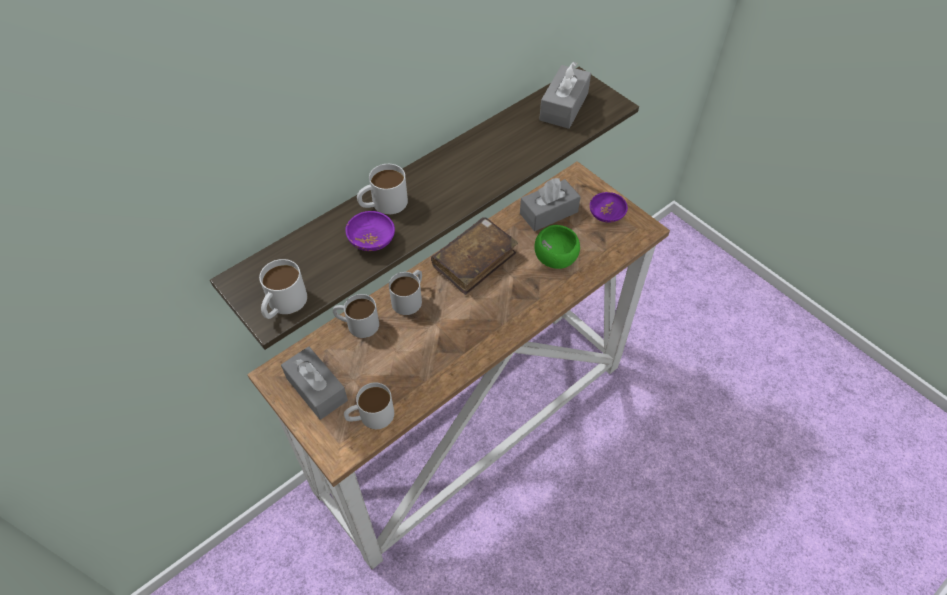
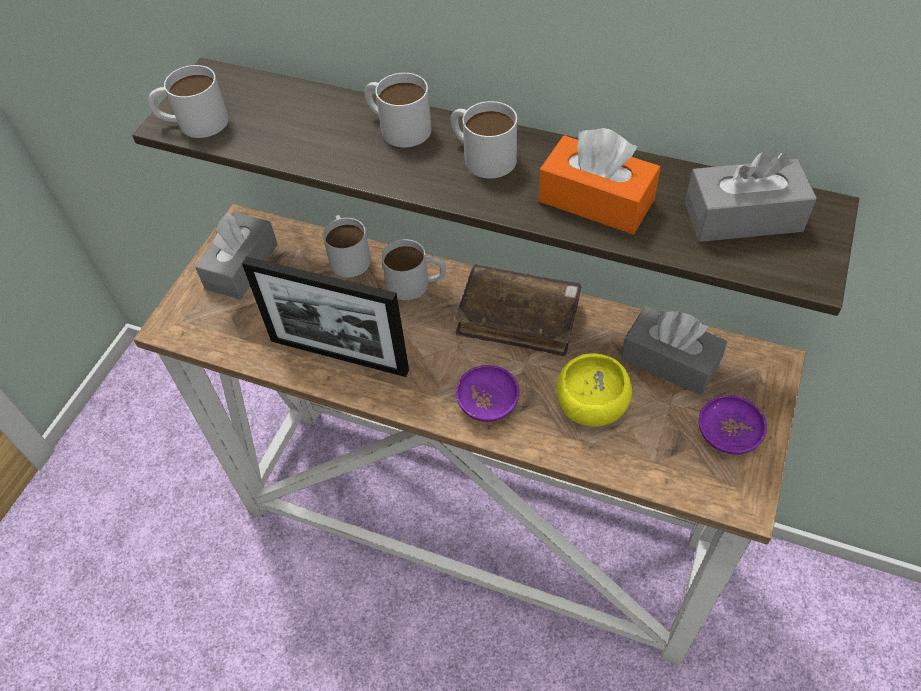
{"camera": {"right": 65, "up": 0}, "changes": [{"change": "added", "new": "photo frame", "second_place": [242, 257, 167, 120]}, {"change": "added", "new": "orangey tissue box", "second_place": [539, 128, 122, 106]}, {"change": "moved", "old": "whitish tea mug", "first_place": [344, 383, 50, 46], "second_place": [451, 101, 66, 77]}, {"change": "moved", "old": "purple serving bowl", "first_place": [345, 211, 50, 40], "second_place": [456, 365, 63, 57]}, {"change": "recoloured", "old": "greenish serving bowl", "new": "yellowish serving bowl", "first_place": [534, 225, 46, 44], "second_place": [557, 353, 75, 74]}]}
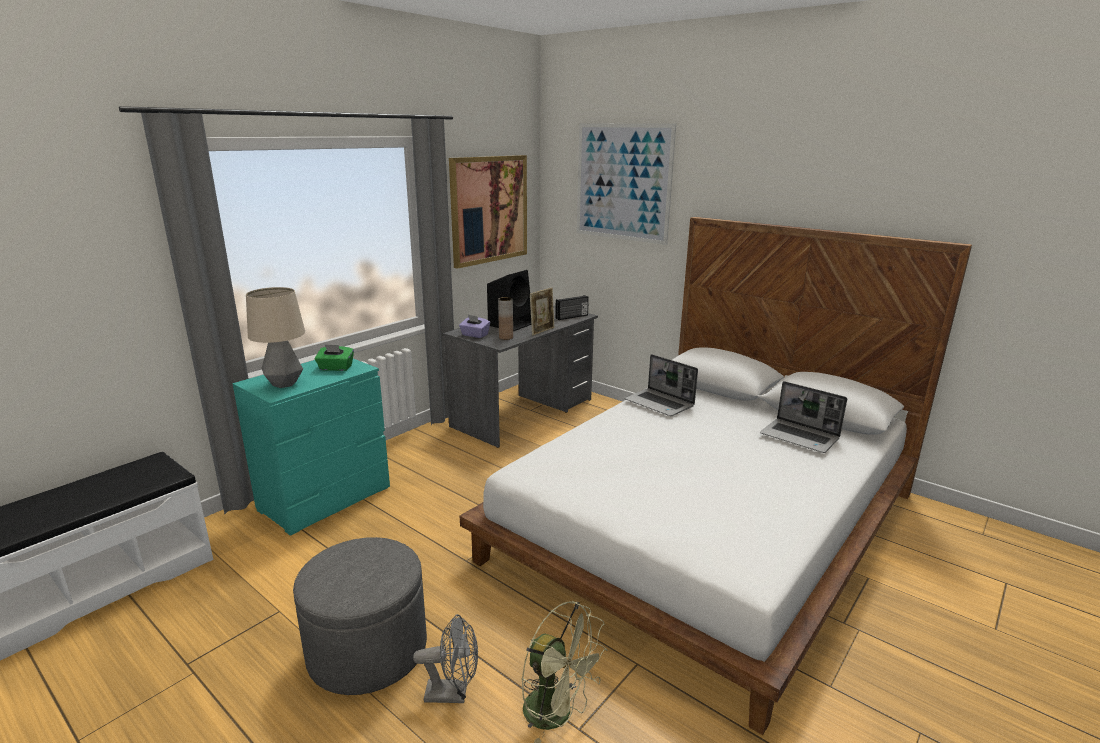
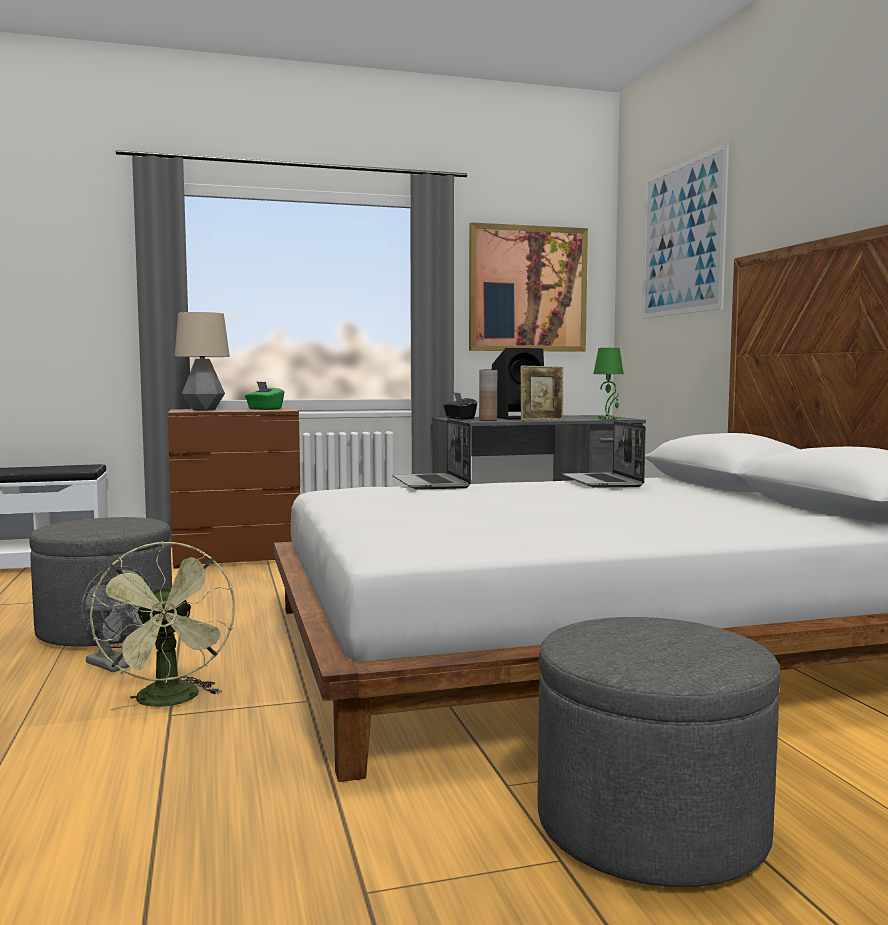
{"camera": {"right": 35, "up": -15}, "changes": [{"change": "added", "new": "gray pouffe", "second_place": [538, 617, 242, 270]}, {"change": "moved", "old": "notebook computer", "first_place": [760, 381, 87, 72], "second_place": [392, 419, 79, 71]}, {"change": "replaced", "old": "radio set", "new": "greenish table lamp", "first_place": [555, 295, 34, 25], "second_place": [593, 348, 31, 71]}, {"change": "recoloured", "old": "turquoise chest of drawers", "new": "brownish chest of drawers", "first_place": [232, 359, 158, 177], "second_place": [167, 408, 133, 161]}, {"change": "recoloured", "old": "purple tissue box", "new": "blackish tissue box", "first_place": [459, 315, 31, 23], "second_place": [443, 393, 34, 26]}]}
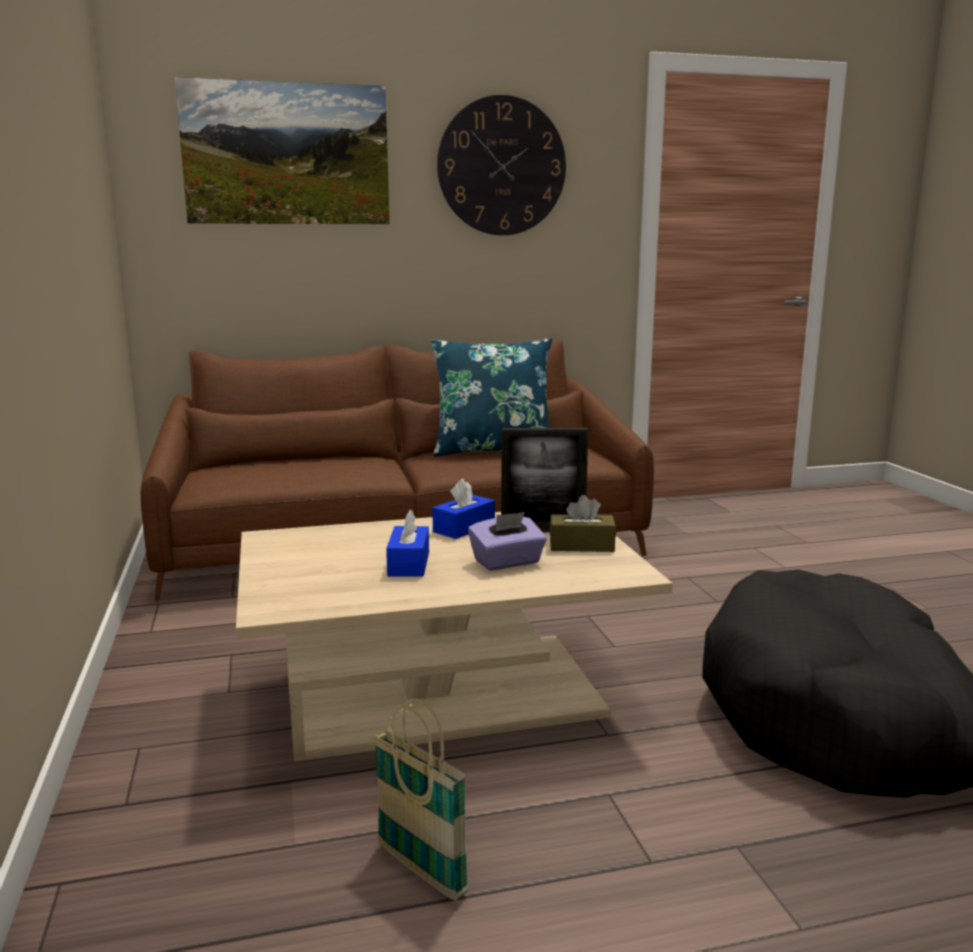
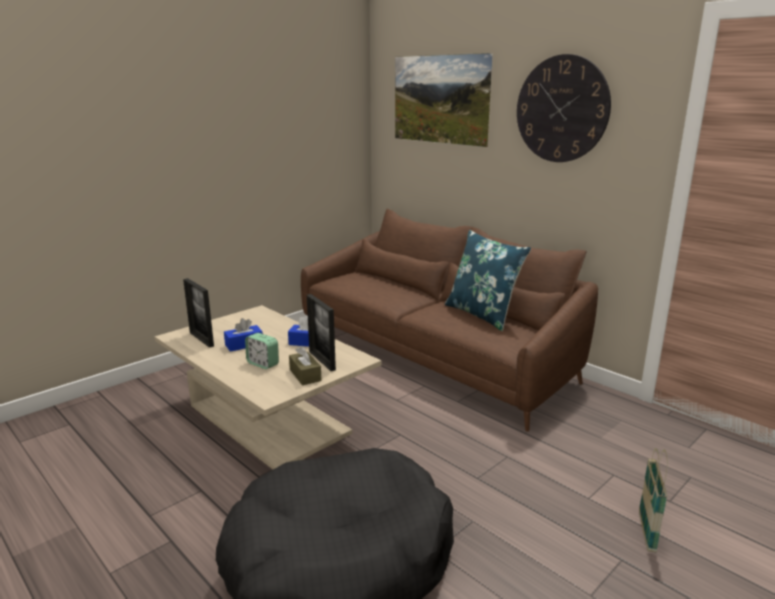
{"camera": {"right": 60, "up": 5}, "changes": [{"change": "added", "new": "photo frame", "second_place": [183, 278, 31, 70]}, {"change": "moved", "old": "storage basket", "first_place": [373, 698, 96, 202], "second_place": [639, 448, 29, 104]}, {"change": "replaced", "old": "purple tissue box", "new": "table clock", "first_place": [468, 512, 79, 59], "second_place": [245, 333, 34, 36]}]}
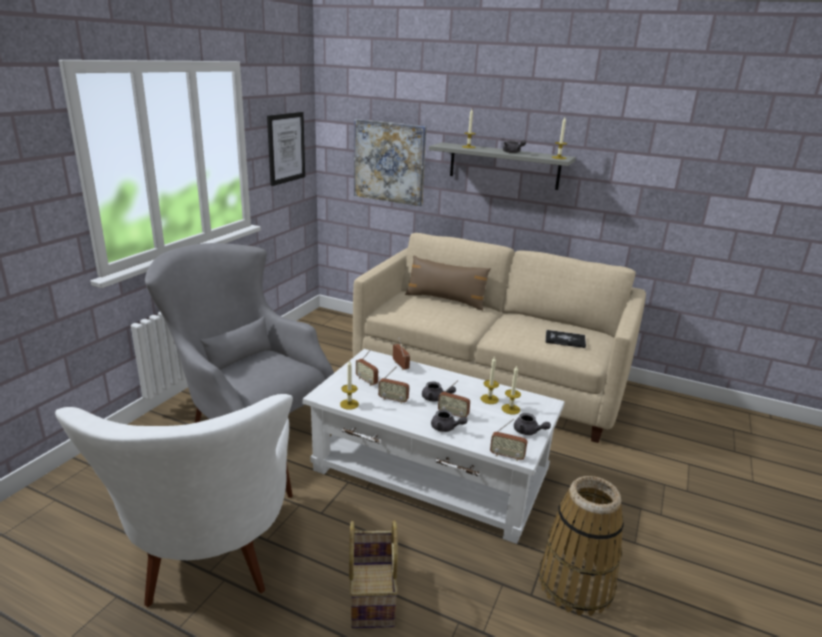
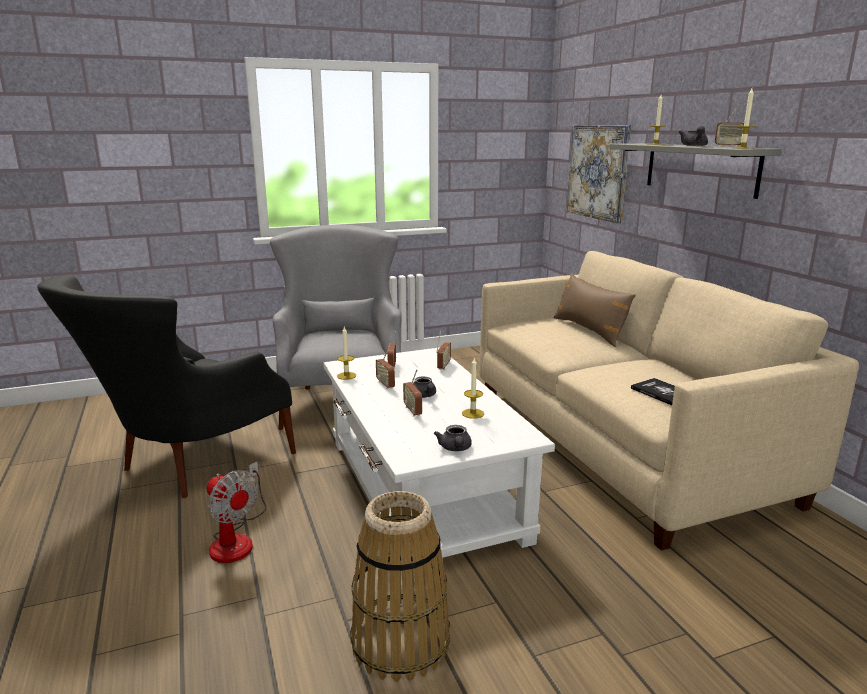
{"camera": {"right": 45, "up": -5}, "changes": [{"change": "removed", "old": "picture", "first_place": [267, 112, 38, 74]}, {"change": "removed", "old": "gray pot for tea", "first_place": [431, 410, 36, 22]}, {"change": "removed", "old": "wax candle", "first_place": [501, 366, 20, 48]}, {"change": "moved", "old": "radio set", "first_place": [490, 419, 38, 42], "second_place": [715, 104, 29, 43]}, {"change": "replaced", "old": "storage basket", "new": "cooling fan", "first_place": [349, 520, 49, 109], "second_place": [207, 462, 59, 101]}, {"change": "recoloured", "old": "whitish easy chair", "new": "blackish easy chair", "first_place": [55, 394, 238, 213], "second_place": [37, 275, 259, 223]}]}
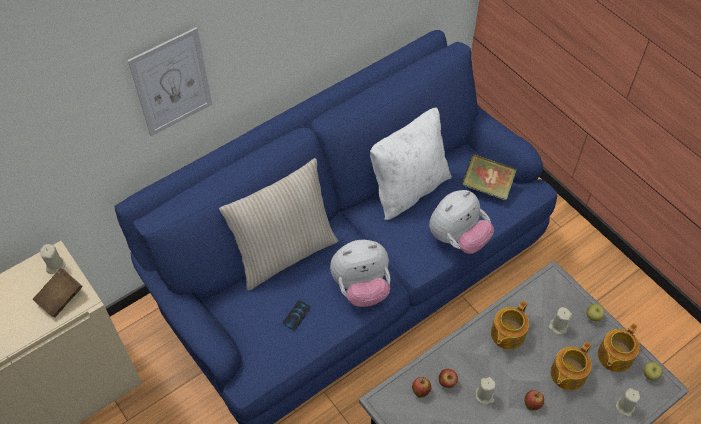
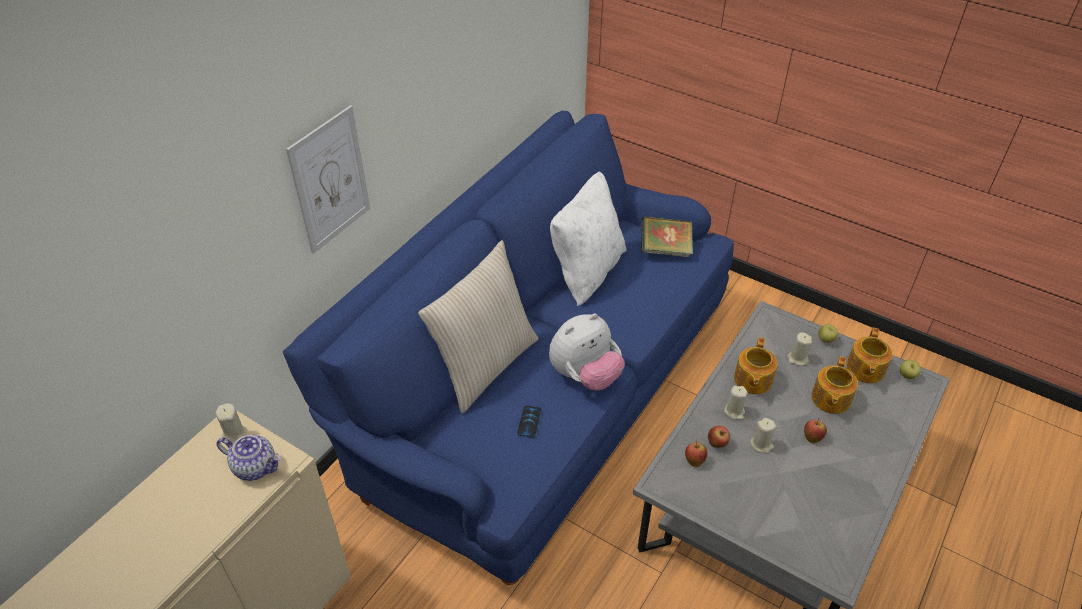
{"camera": {"right": -20, "up": -10}, "changes": [{"change": "removed", "old": "cuddly toy", "first_place": [429, 190, 65, 64]}, {"change": "moved", "old": "beige-coloured wax candle", "first_place": [616, 388, 24, 29], "second_place": [724, 386, 23, 34]}, {"change": "replaced", "old": "brownish book", "new": "pot for tea", "first_place": [33, 268, 49, 49], "second_place": [217, 435, 64, 46]}]}
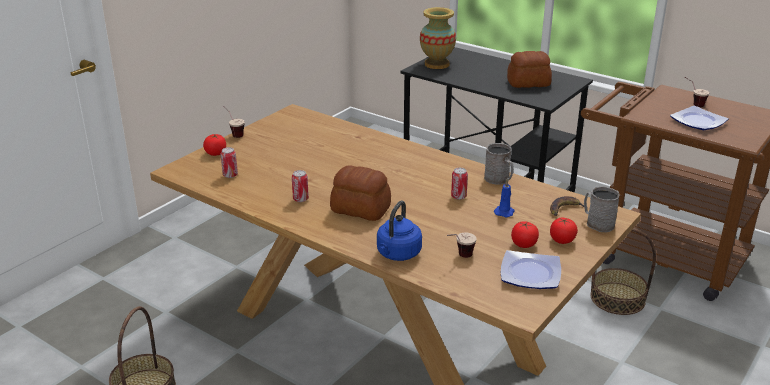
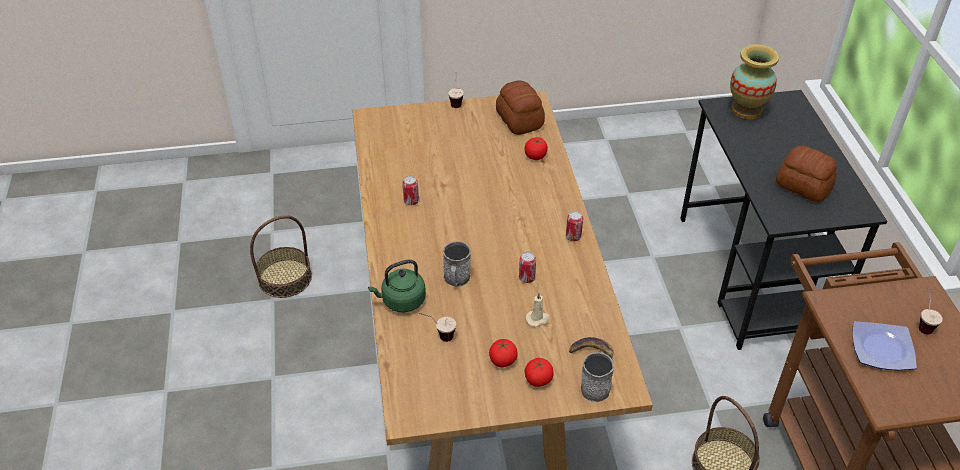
{"camera": {"right": 45, "up": 15}, "changes": [{"change": "removed", "old": "dinner plate", "first_place": [501, 250, 60, 39]}, {"change": "moved", "old": "tomato", "first_place": [203, 134, 23, 22], "second_place": [524, 137, 24, 23]}, {"change": "moved", "old": "sealed can", "first_place": [221, 147, 17, 31], "second_place": [566, 211, 17, 30]}, {"change": "moved", "old": "bread", "first_place": [330, 165, 61, 56], "second_place": [496, 80, 49, 55]}, {"change": "moved", "old": "gray tea mug", "first_place": [484, 143, 30, 42], "second_place": [443, 241, 28, 46]}, {"change": "recoloured", "old": "blue-coloured kettle", "new": "greenish kettle", "first_place": [377, 200, 45, 61], "second_place": [368, 259, 58, 54]}, {"change": "recoloured", "old": "blue-coloured wax candle", "new": "beige-coloured wax candle", "first_place": [494, 179, 20, 38], "second_place": [526, 293, 24, 34]}]}
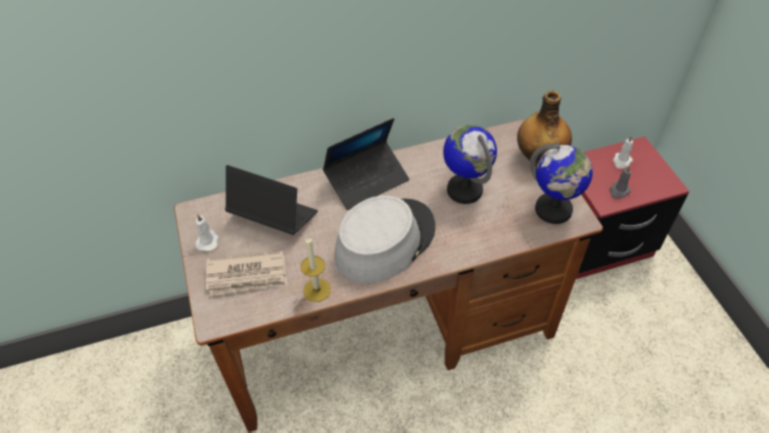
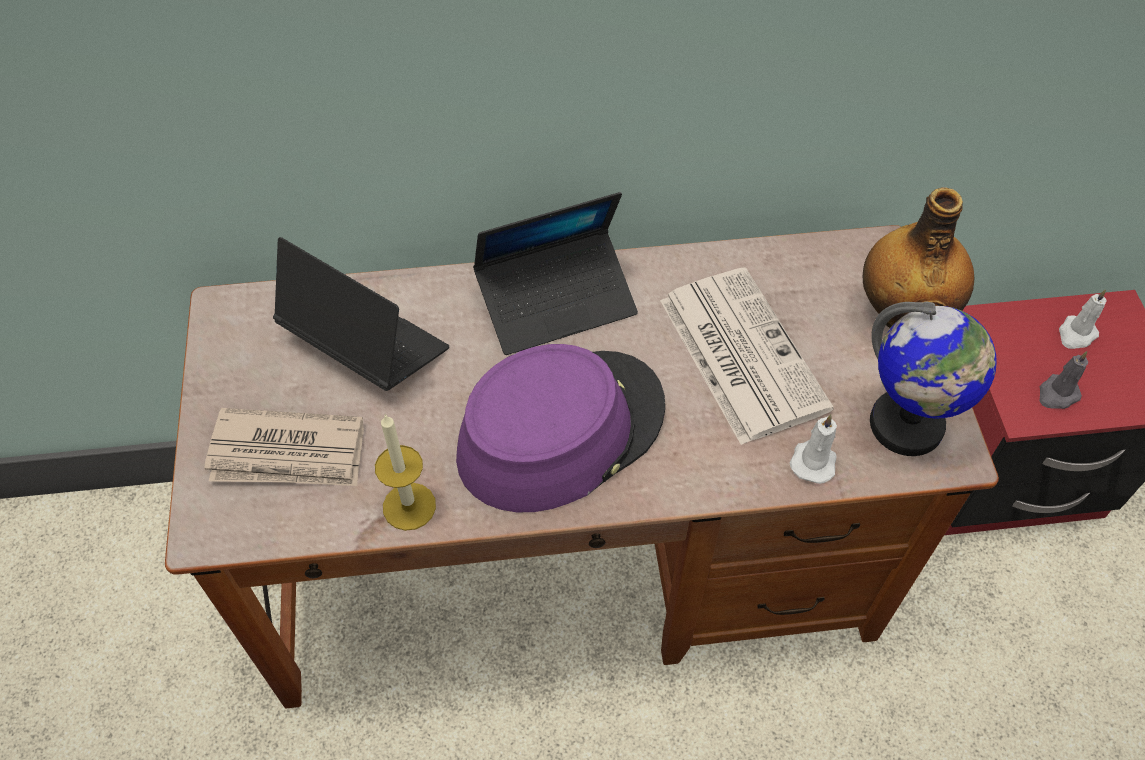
{"camera": {"right": 10, "up": 5}, "changes": [{"change": "moved", "old": "whitish wax candle", "first_place": [195, 214, 24, 37], "second_place": [790, 414, 47, 70]}, {"change": "replaced", "old": "desk globe", "new": "daily paper", "first_place": [443, 125, 54, 79], "second_place": [660, 267, 174, 178]}, {"change": "recoloured", "old": "gray clothing hat", "new": "purple clothing hat", "first_place": [334, 195, 101, 89], "second_place": [456, 344, 209, 168]}]}
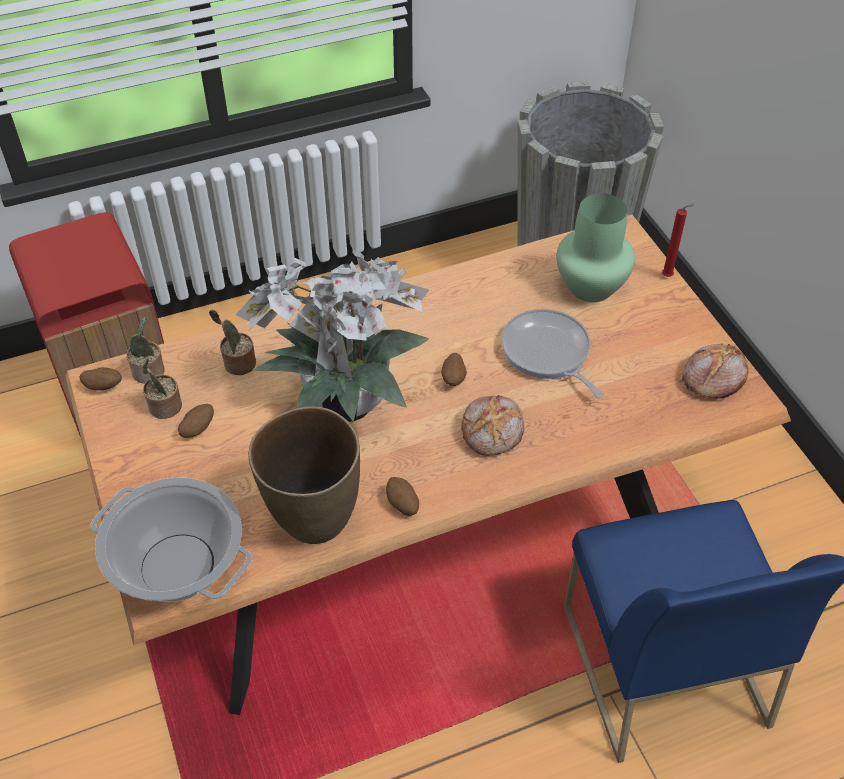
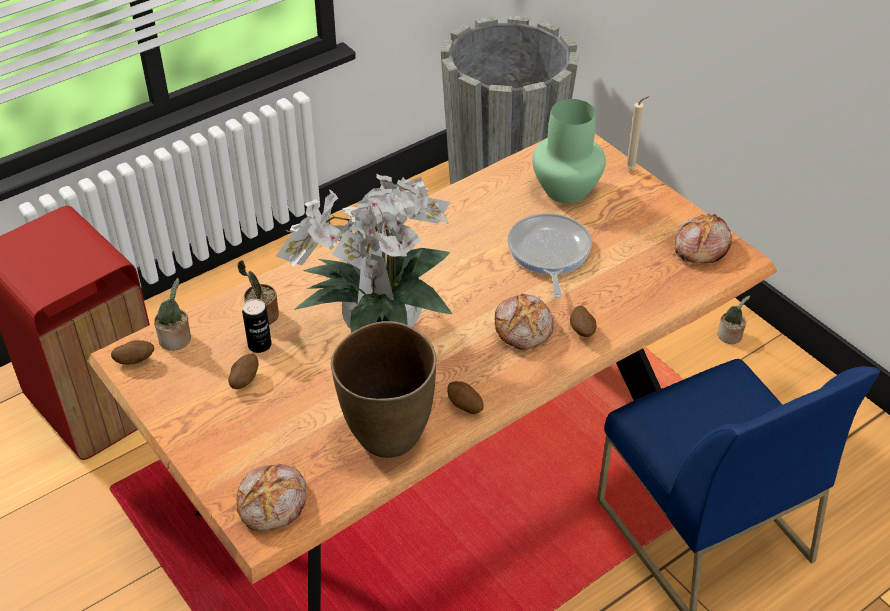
{"camera": {"right": -15, "up": -5}, "changes": [{"change": "added", "new": "sealed can", "second_place": [242, 299, 29, 54]}, {"change": "moved", "old": "potted plant", "first_place": [143, 358, 39, 61], "second_place": [717, 295, 33, 49]}, {"change": "moved", "old": "potato", "first_place": [441, 353, 26, 33], "second_place": [570, 305, 26, 32]}, {"change": "replaced", "old": "stockpot", "new": "bread", "first_place": [90, 477, 162, 125], "second_place": [236, 464, 70, 68]}, {"change": "recoloured", "old": "red-coloured wax candle", "new": "beige-coloured wax candle", "first_place": [662, 204, 32, 73], "second_place": [625, 96, 25, 74]}, {"change": "turned", "old": "skillet", "first_place": [501, 309, 103, 90], "second_place": [507, 213, 85, 85], "degrees": 45}]}
